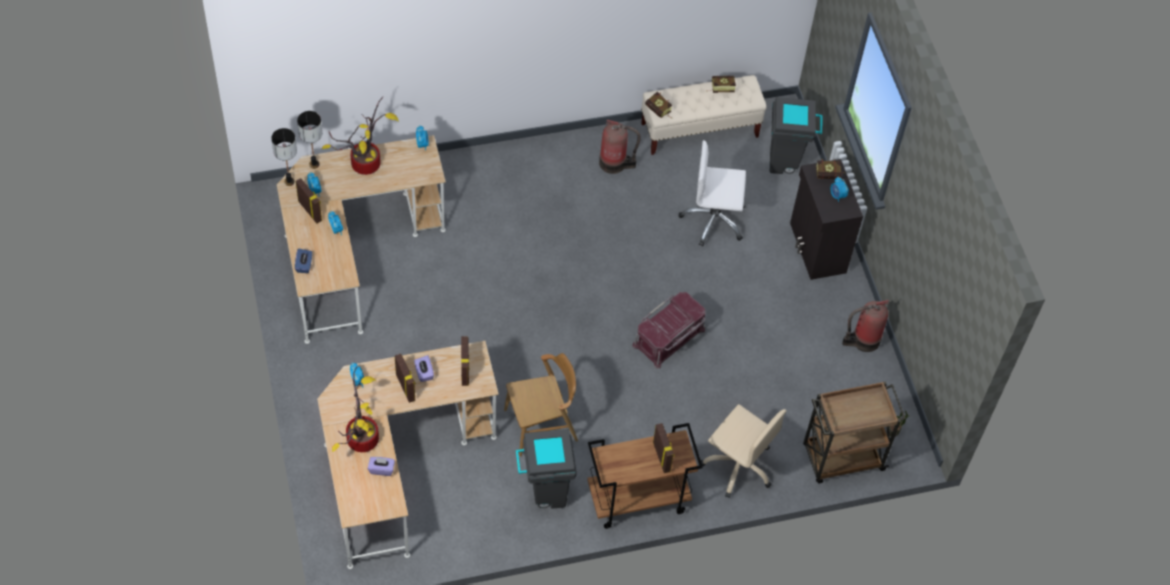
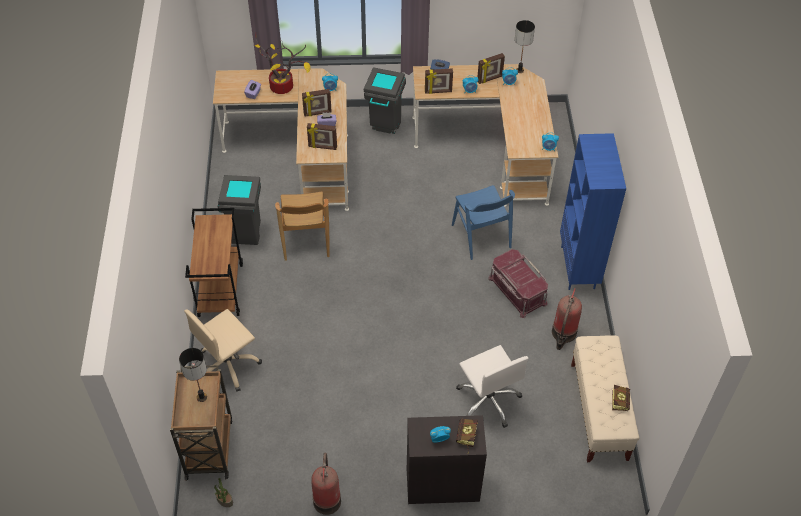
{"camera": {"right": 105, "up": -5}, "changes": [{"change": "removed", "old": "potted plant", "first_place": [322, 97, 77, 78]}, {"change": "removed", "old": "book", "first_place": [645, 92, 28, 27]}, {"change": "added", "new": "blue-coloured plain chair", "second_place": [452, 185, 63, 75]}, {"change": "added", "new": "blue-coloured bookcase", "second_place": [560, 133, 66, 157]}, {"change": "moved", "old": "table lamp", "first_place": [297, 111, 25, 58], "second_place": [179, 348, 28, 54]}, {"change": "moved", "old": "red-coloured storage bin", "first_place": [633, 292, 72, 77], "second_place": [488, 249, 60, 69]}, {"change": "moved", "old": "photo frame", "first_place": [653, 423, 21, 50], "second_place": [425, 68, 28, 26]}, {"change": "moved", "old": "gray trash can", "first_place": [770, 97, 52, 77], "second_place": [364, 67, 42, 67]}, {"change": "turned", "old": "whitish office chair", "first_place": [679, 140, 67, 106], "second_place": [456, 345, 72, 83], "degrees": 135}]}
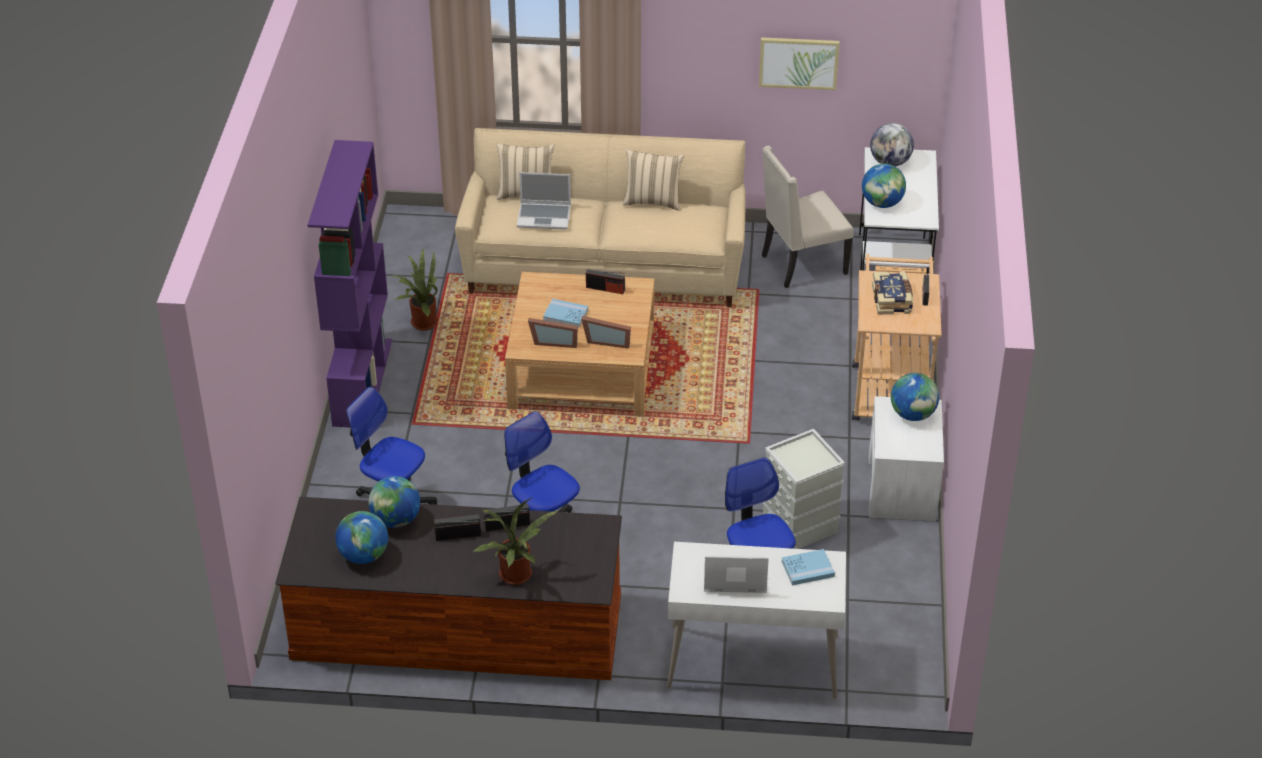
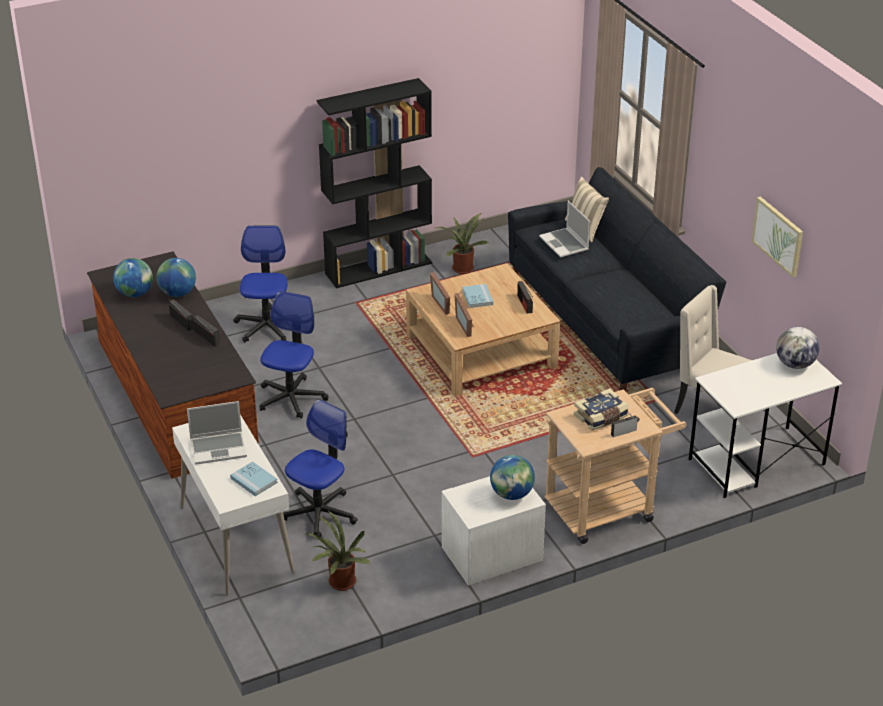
{"camera": {"right": 60, "up": -5}, "changes": [{"change": "removed", "old": "beige-coloured throw pillow", "first_place": [623, 149, 61, 62]}, {"change": "removed", "old": "gray storage bin", "first_place": [763, 429, 82, 120]}, {"change": "removed", "old": "desk globe", "first_place": [862, 164, 44, 44]}, {"change": "moved", "old": "potted plant", "first_place": [473, 498, 85, 87], "second_place": [306, 510, 65, 81]}, {"change": "recoloured", "old": "purple bookcase", "new": "blackish bookcase", "first_place": [308, 140, 84, 287], "second_place": [317, 78, 115, 210]}, {"change": "recoloured", "old": "beige-coloured settee", "new": "blackish settee", "first_place": [455, 128, 291, 179], "second_place": [508, 167, 218, 224]}, {"change": "turned", "old": "notebook computer", "first_place": [704, 555, 65, 38], "second_place": [187, 401, 60, 63], "degrees": 105}]}
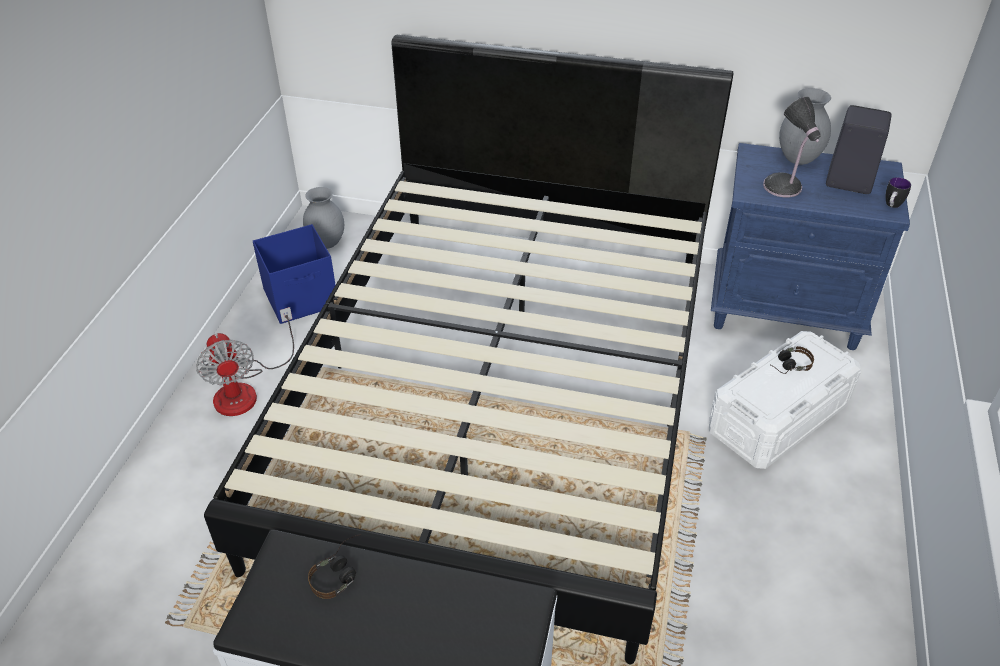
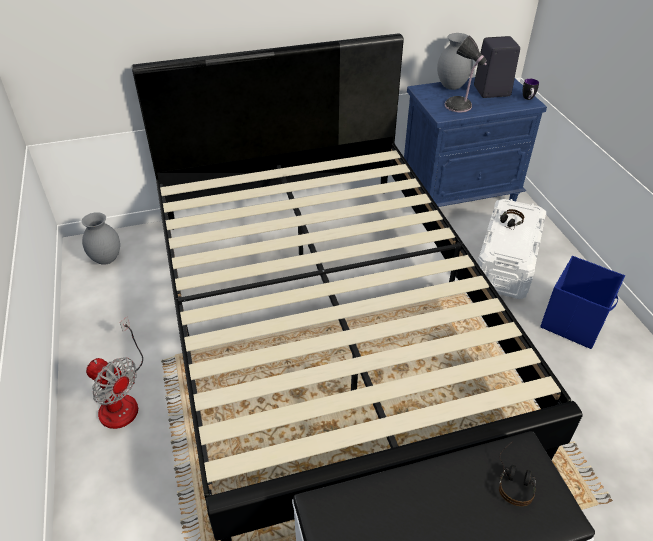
{"camera": {"right": -30, "up": 0}, "changes": [{"change": "moved", "old": "blue-coloured storage bin", "first_place": [253, 224, 83, 100], "second_place": [540, 256, 85, 93]}, {"change": "moved", "old": "headset", "first_place": [308, 534, 53, 65], "second_place": [499, 441, 37, 65]}]}
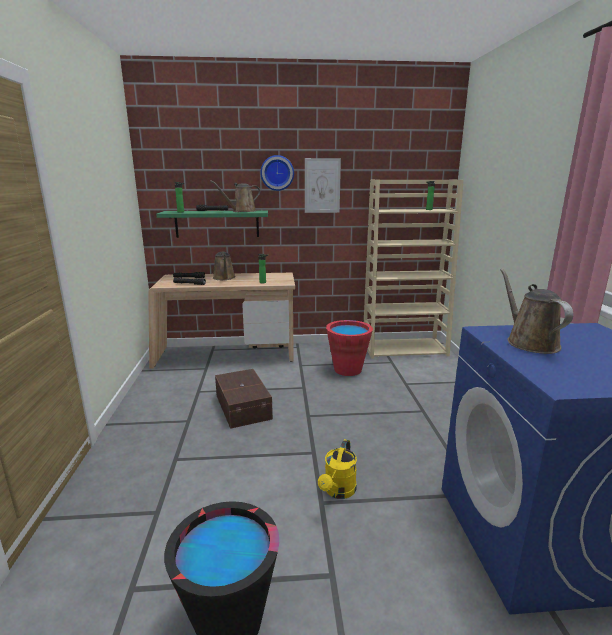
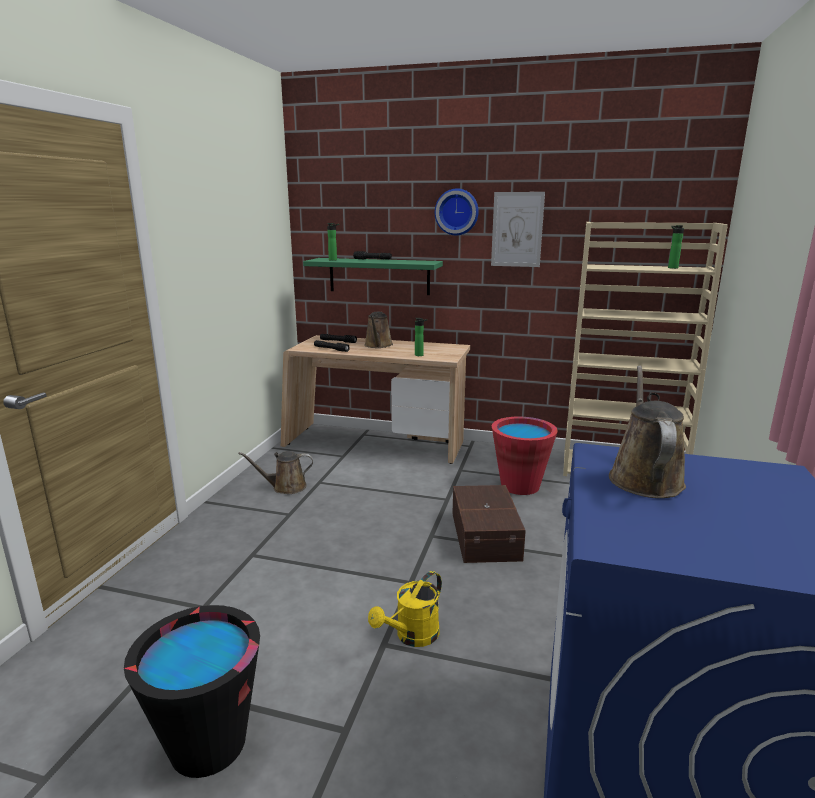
{"camera": {"right": 20, "up": 0}, "changes": [{"change": "moved", "old": "brownish sprinkling can", "first_place": [210, 180, 50, 32], "second_place": [238, 451, 75, 43]}, {"change": "moved", "old": "brownish storage bin", "first_place": [215, 369, 58, 60], "second_place": [452, 485, 74, 78]}]}
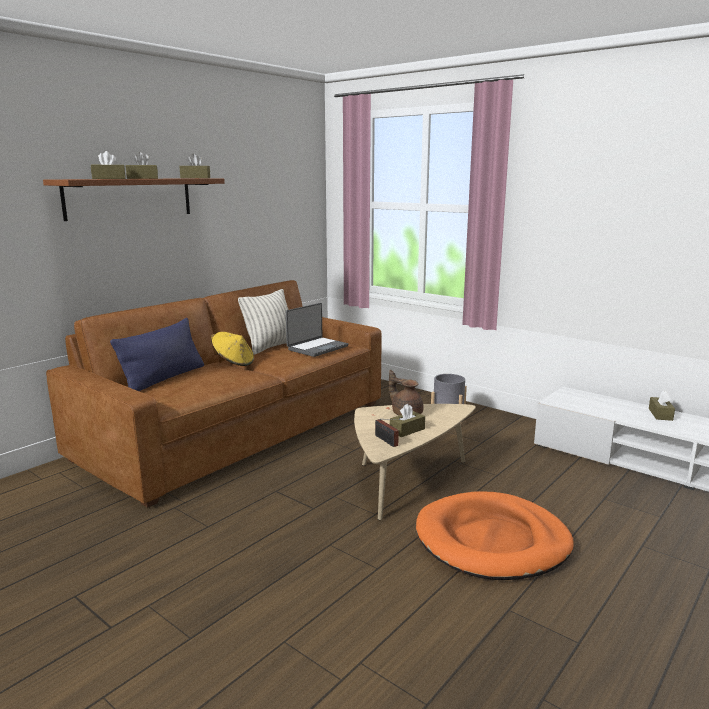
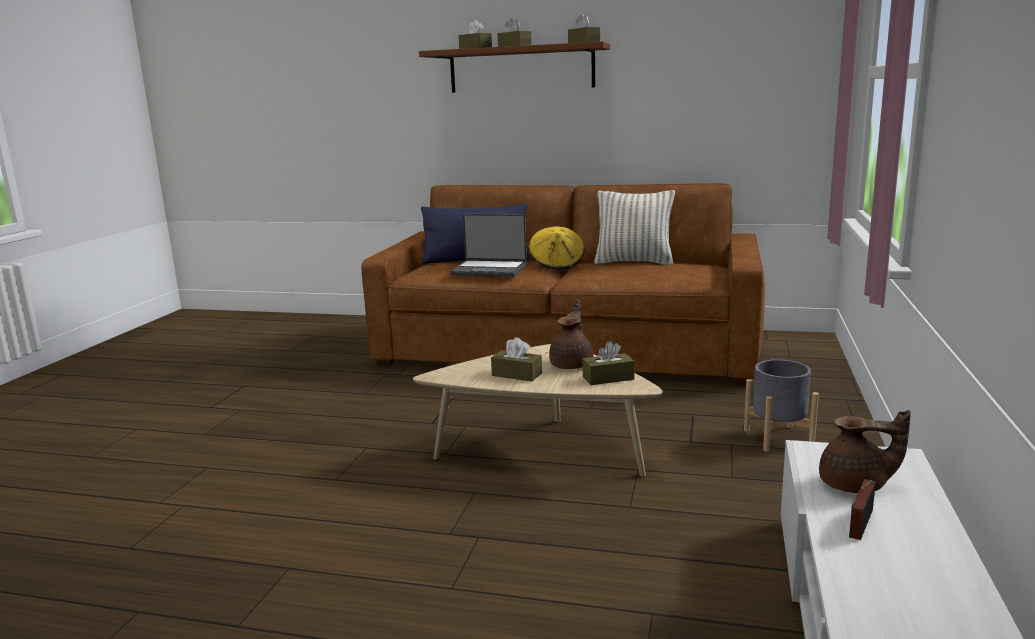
{"camera": {"right": 65, "up": 0}, "changes": [{"change": "removed", "old": "orangey dog cushion", "first_place": [416, 491, 158, 89]}, {"change": "added", "new": "brownish pot for tea", "second_place": [819, 410, 92, 83]}, {"change": "moved", "old": "notebook computer", "first_place": [286, 303, 62, 54], "second_place": [450, 214, 77, 63]}, {"change": "moved", "old": "radio set", "first_place": [375, 419, 25, 28], "second_place": [849, 479, 27, 61]}, {"change": "moved", "old": "brownish tissue box", "first_place": [649, 391, 26, 30], "second_place": [582, 341, 53, 44]}]}
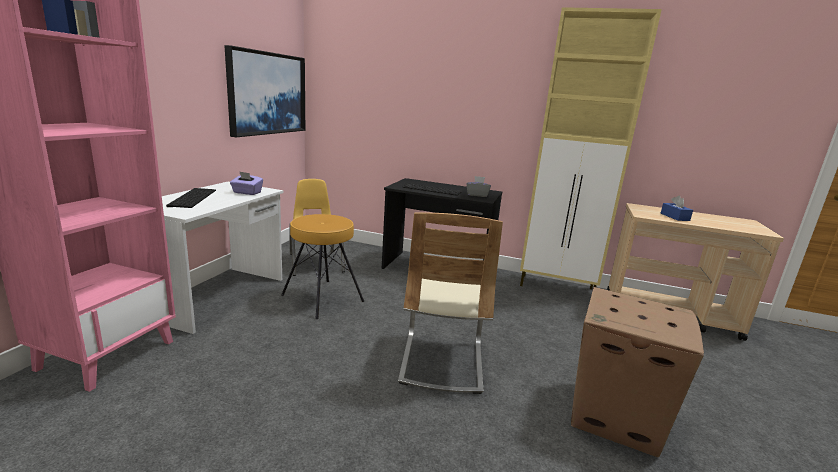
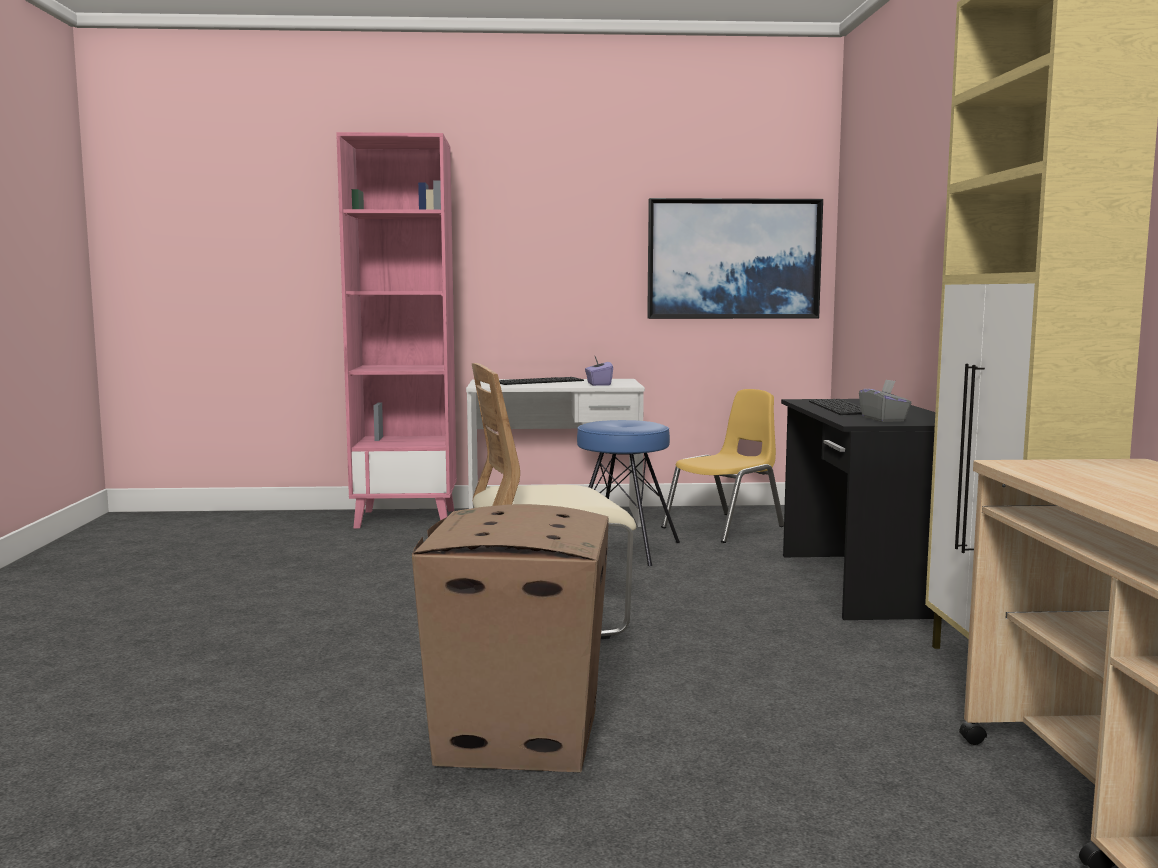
{"camera": {"right": 70, "up": -10}, "changes": [{"change": "removed", "old": "blue-coloured tissue box", "first_place": [661, 195, 32, 26]}, {"change": "recoloured", "old": "brownish stool", "new": "blue-coloured stool", "first_place": [281, 214, 83, 105], "second_place": [577, 420, 103, 146]}]}
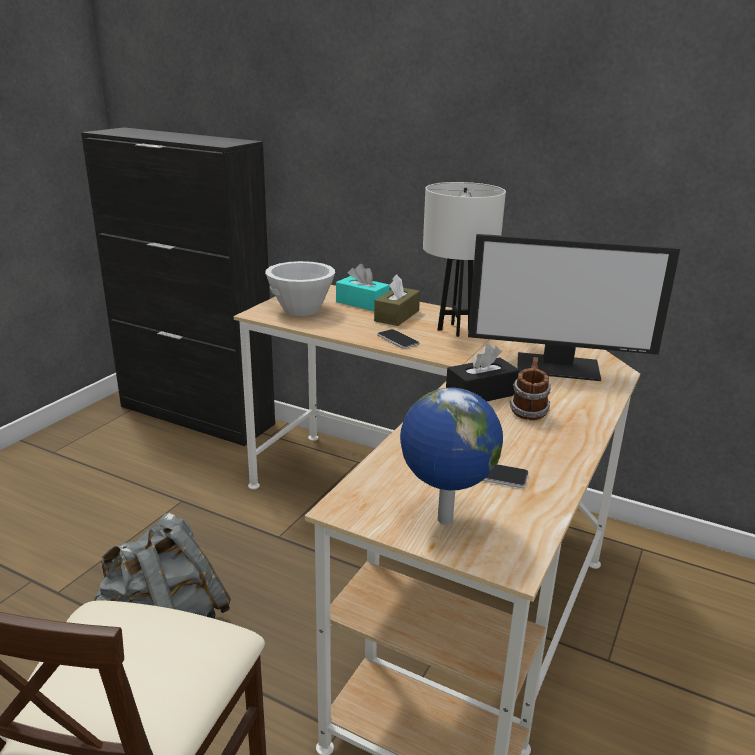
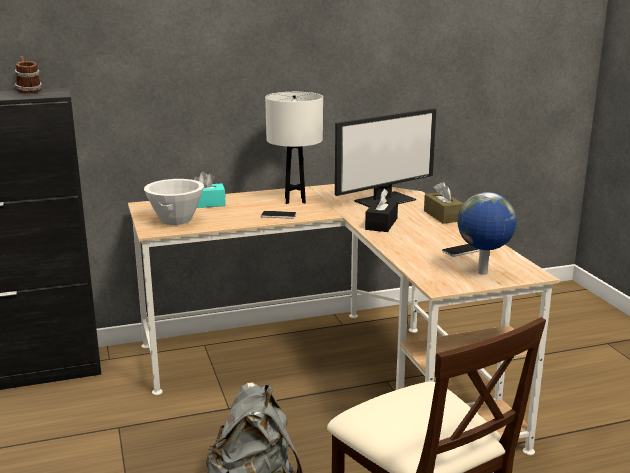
{"camera": {"right": -45, "up": -5}, "changes": [{"change": "moved", "old": "brownish tissue box", "first_place": [374, 274, 46, 52], "second_place": [424, 182, 40, 42]}, {"change": "moved", "old": "tea mug", "first_place": [509, 357, 42, 63], "second_place": [14, 56, 29, 38]}]}
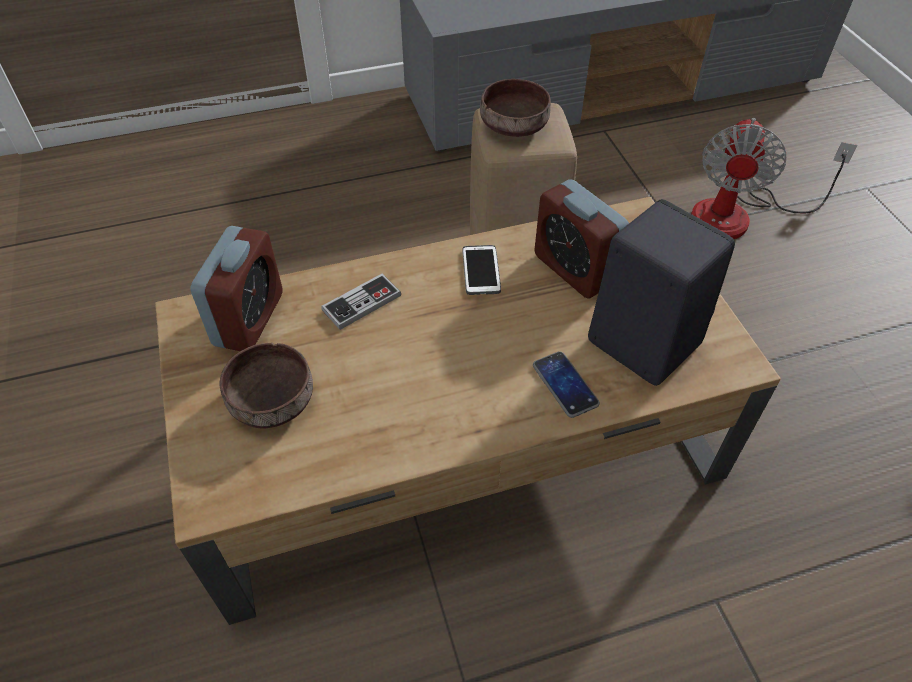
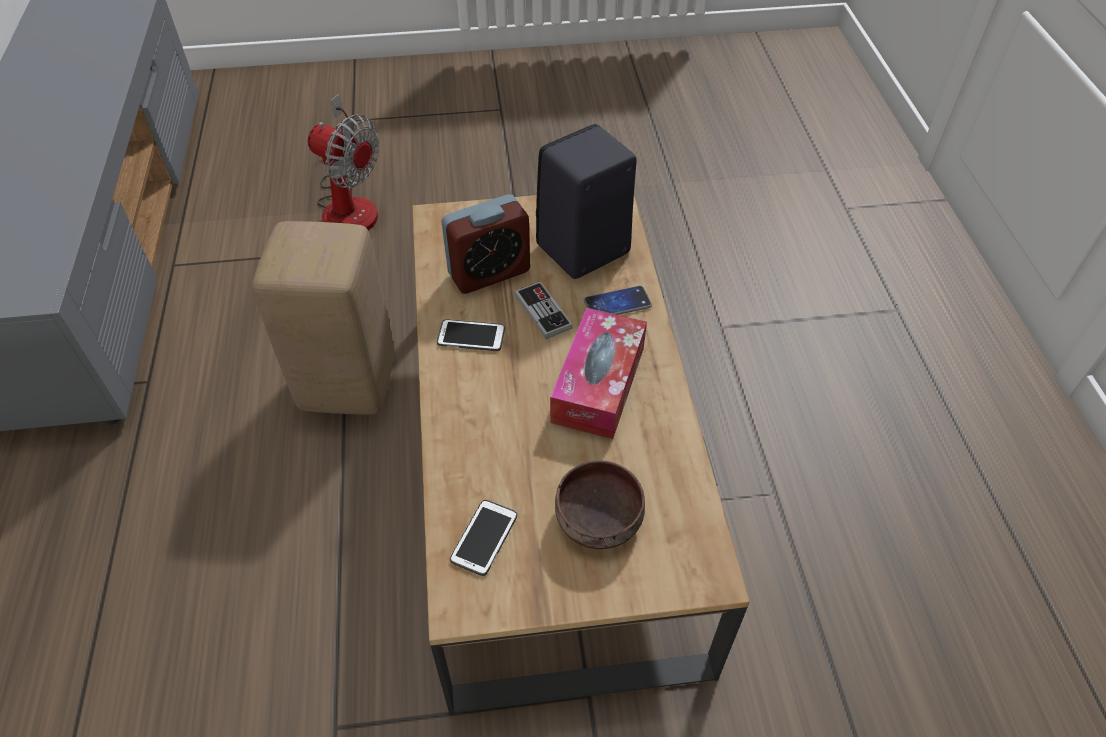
{"camera": {"right": -80, "up": 0}, "changes": [{"change": "removed", "old": "brownish serving bowl", "first_place": [480, 79, 71, 58]}, {"change": "added", "new": "tissue box", "second_place": [550, 308, 97, 131]}, {"change": "moved", "old": "joypad", "first_place": [321, 273, 80, 57], "second_place": [514, 281, 59, 58]}, {"change": "replaced", "old": "table clock", "new": "telephone", "first_place": [190, 226, 92, 125], "second_place": [450, 500, 67, 76]}]}
